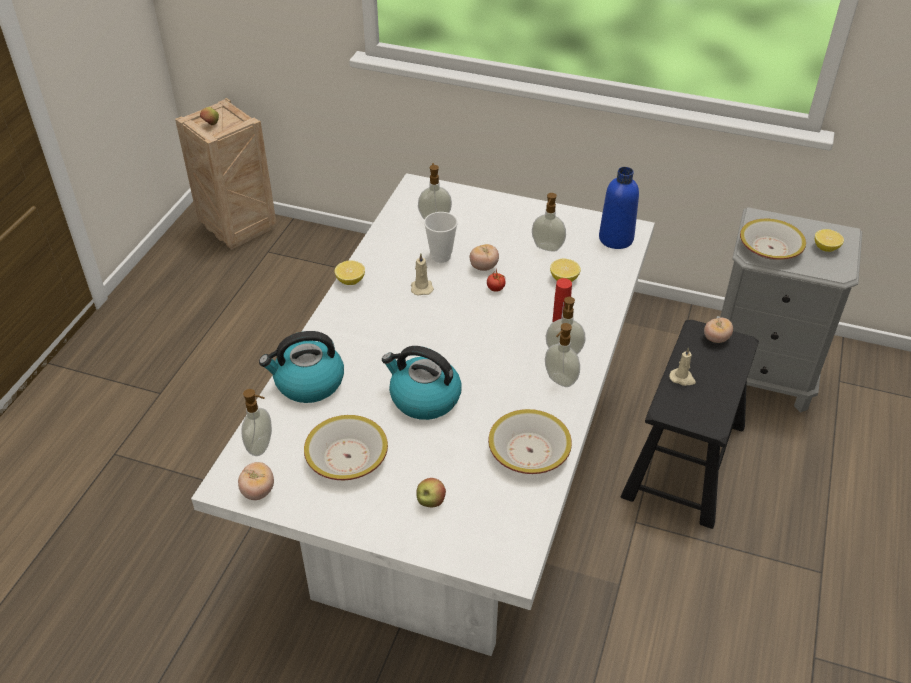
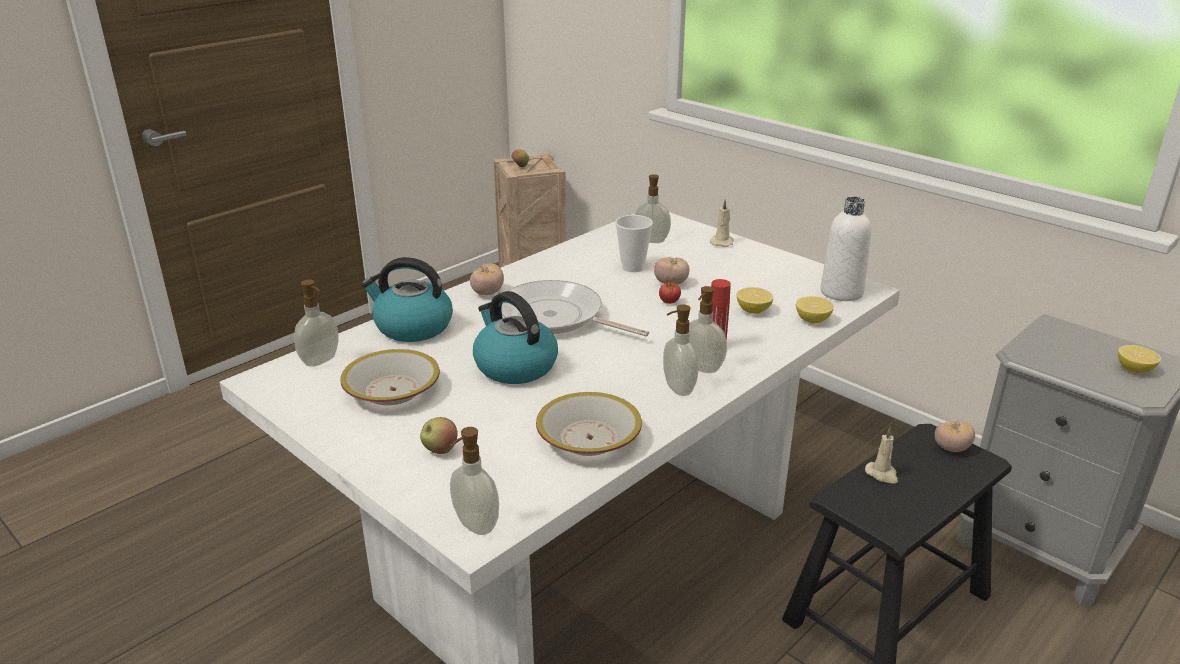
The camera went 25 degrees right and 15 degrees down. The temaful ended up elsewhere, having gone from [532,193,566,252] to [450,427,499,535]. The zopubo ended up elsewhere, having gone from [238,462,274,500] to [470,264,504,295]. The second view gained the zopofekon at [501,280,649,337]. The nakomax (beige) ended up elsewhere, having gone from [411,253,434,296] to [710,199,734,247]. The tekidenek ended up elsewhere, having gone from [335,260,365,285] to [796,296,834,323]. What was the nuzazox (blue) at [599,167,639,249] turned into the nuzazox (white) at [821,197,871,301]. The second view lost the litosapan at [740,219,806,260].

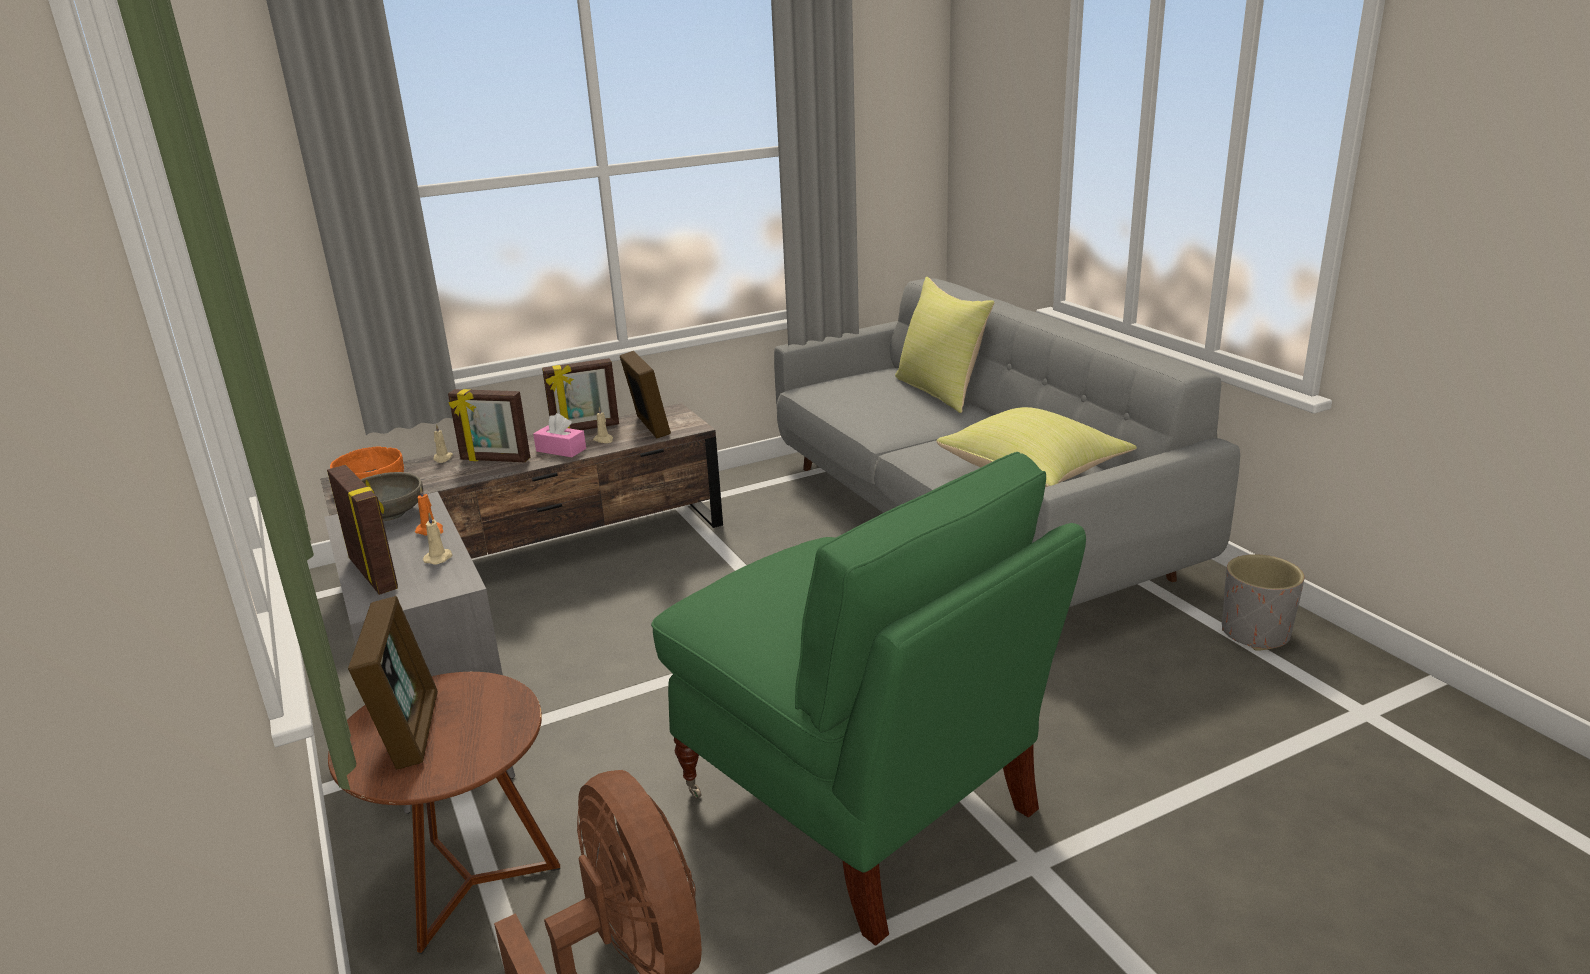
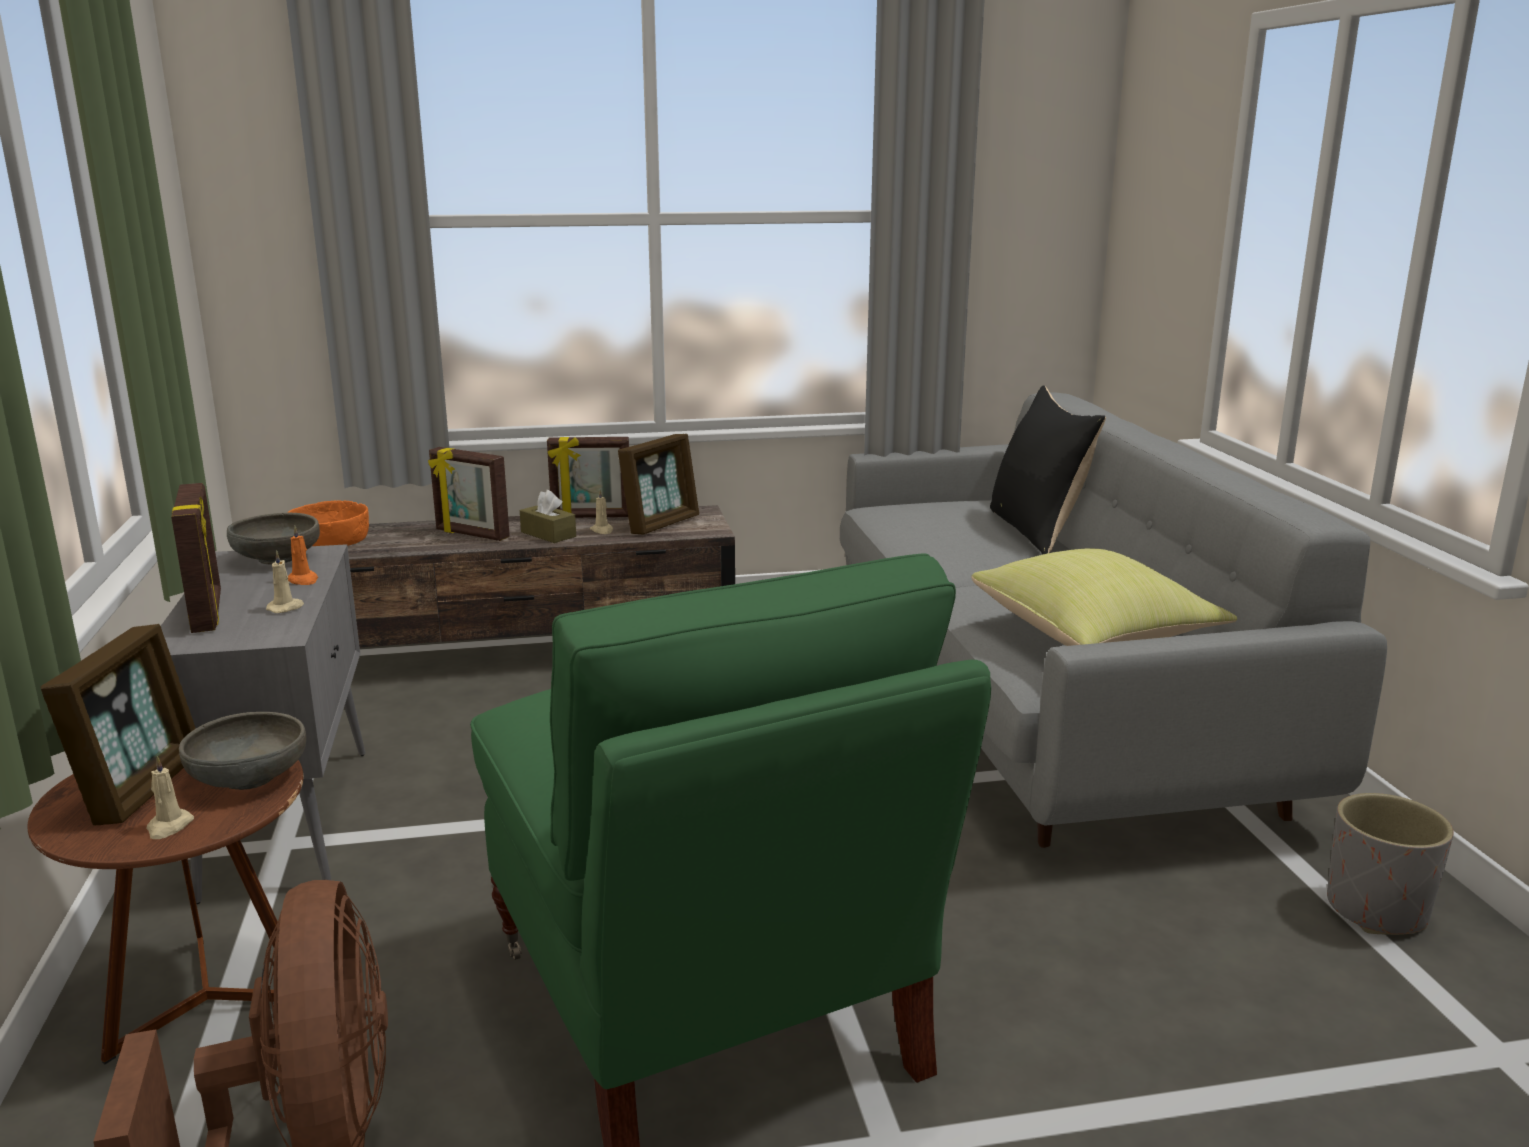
The camera went 15 degrees right and 5 degrees down. The nakomax (beige) ended up elsewhere, having gone from [433,424,453,463] to [147,756,194,839]. The second view gained the litosapan (grey) at [179,712,306,790]. What was the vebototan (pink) at [533,413,586,457] turned into the vebototan (brown) at [520,490,576,543]. The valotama at [620,351,671,438] ended up facing another way, 45 degrees clockwise from before. What was the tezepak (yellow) at [895,277,995,413] turned into the tezepak (black) at [990,386,1106,554].

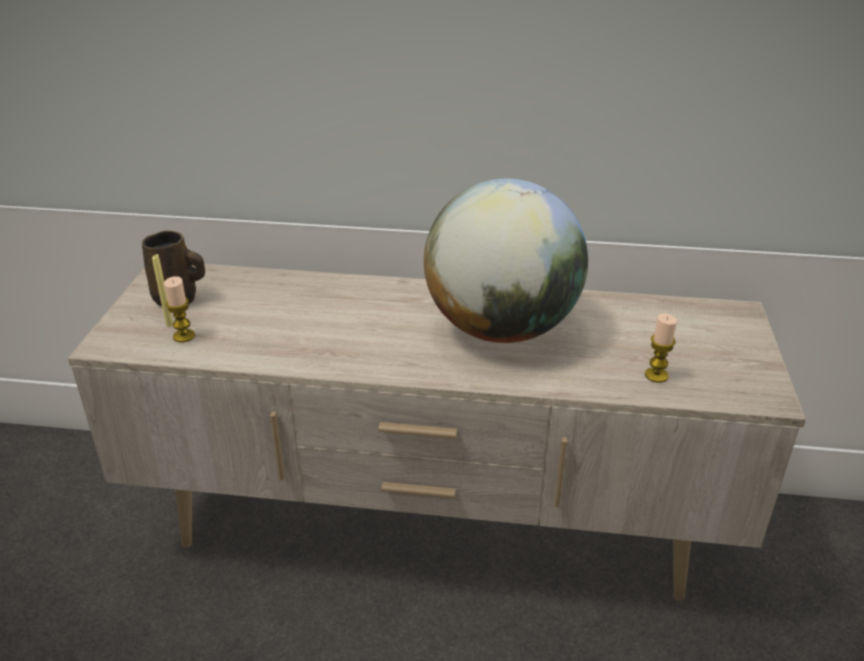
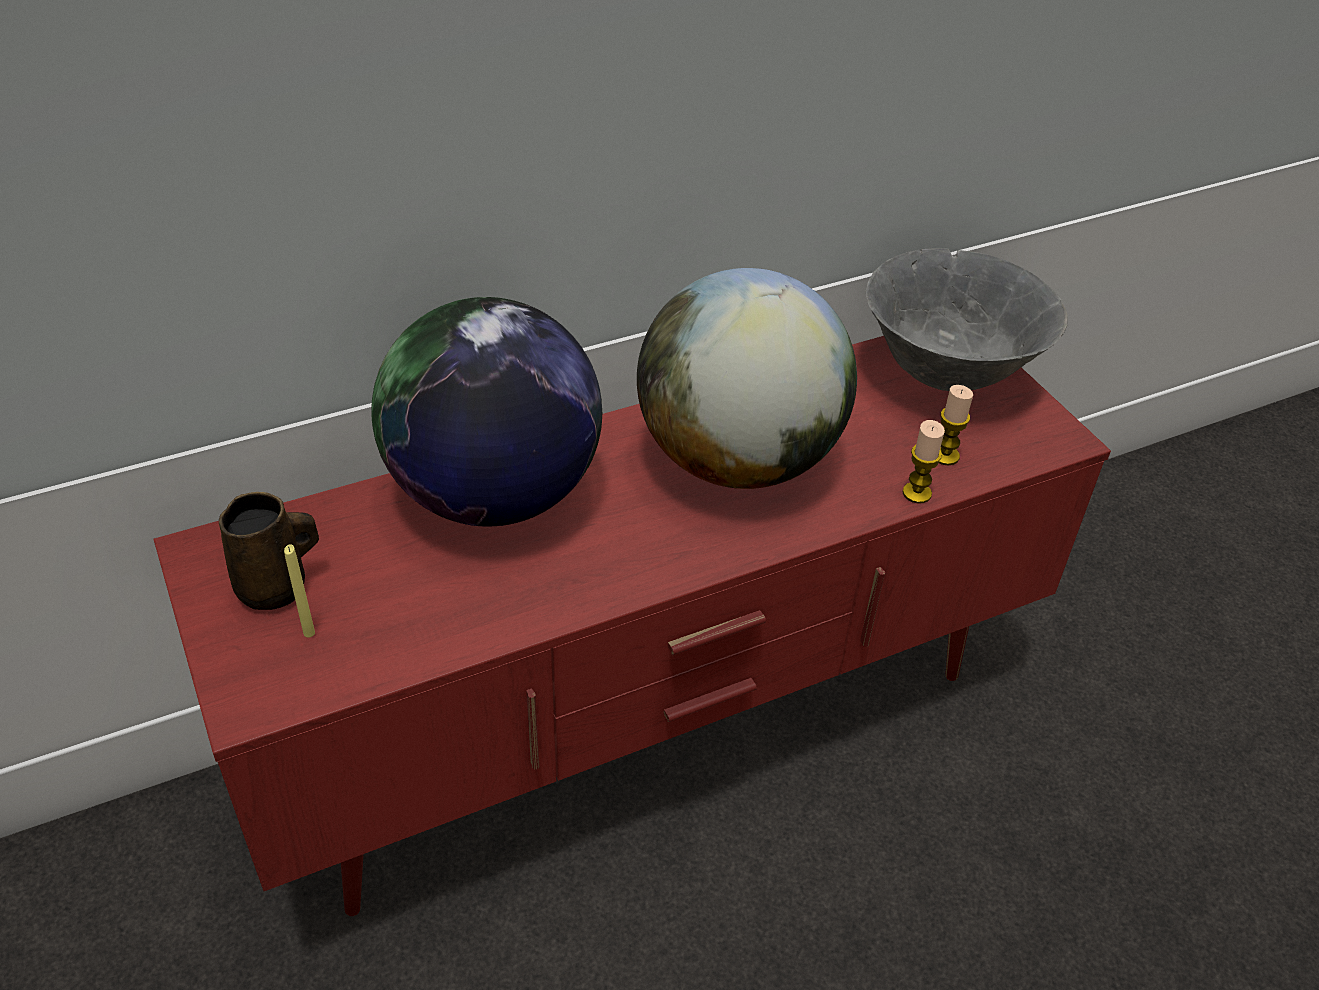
The camera went 35 degrees left and 10 degrees up. What was the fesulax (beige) at [68,264,806,601] turned into the fesulax (red) at [154,336,1111,916]. The second view gained the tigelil at [371,297,602,527]. The second view gained the litosapan (grey) at [866,248,1068,391]. The nakomax ended up elsewhere, having gone from [164,276,195,342] to [903,420,945,503].

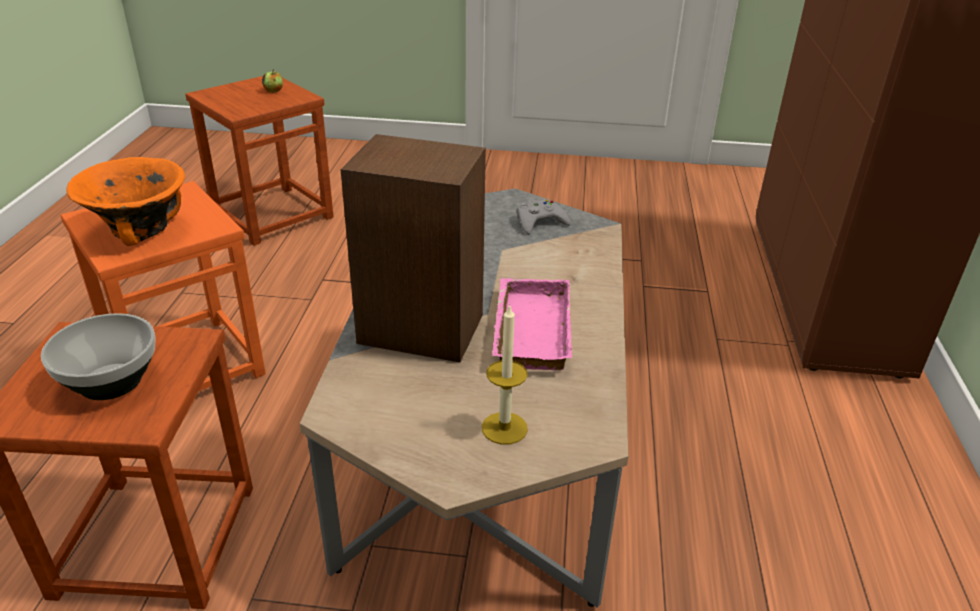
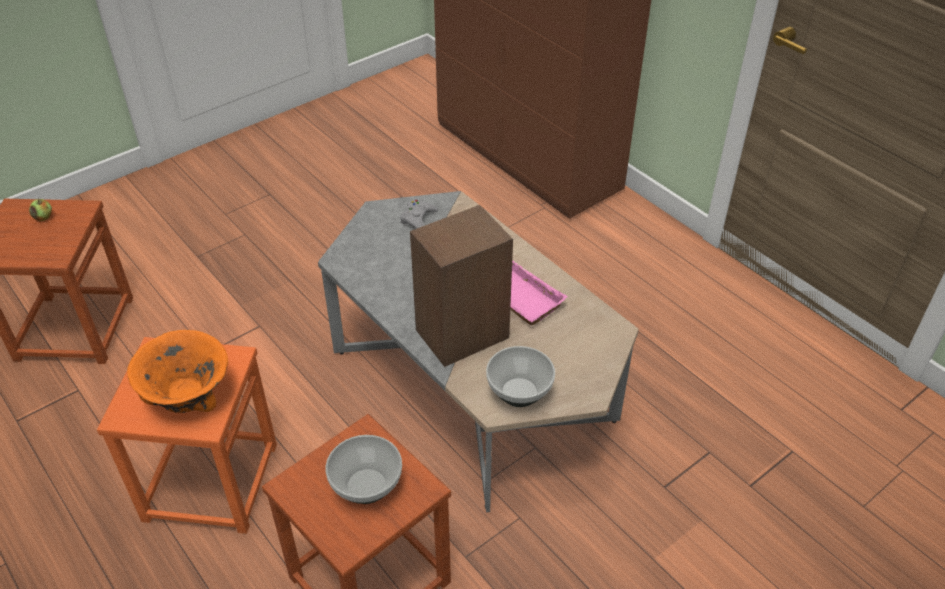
The camera went 45 degrees left and 10 degrees up. The second view gained the litosapan at [486,346,555,407]. The second view lost the nakomax at [482,304,528,445].

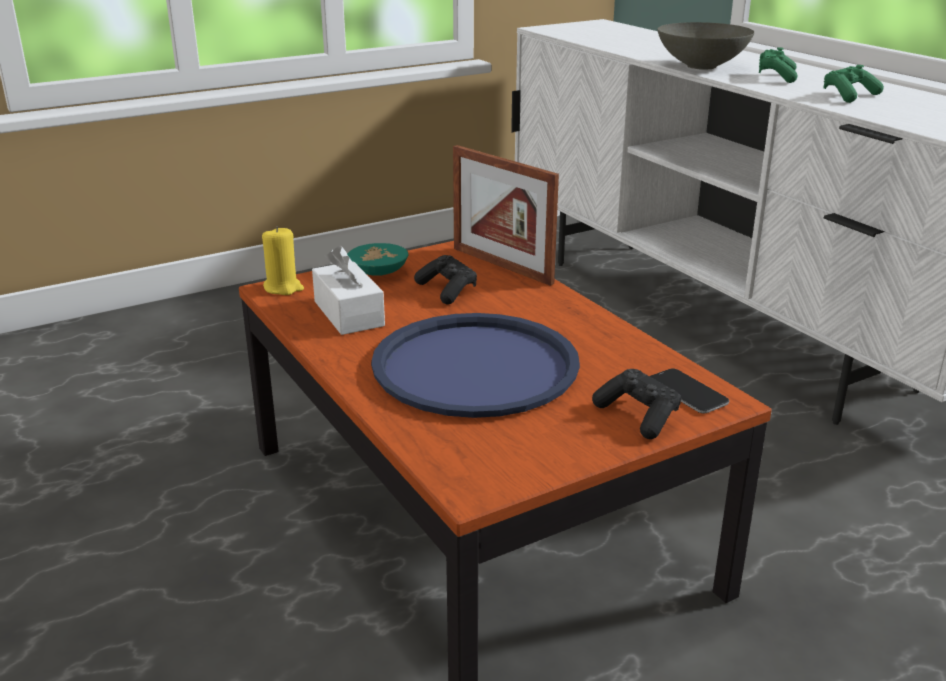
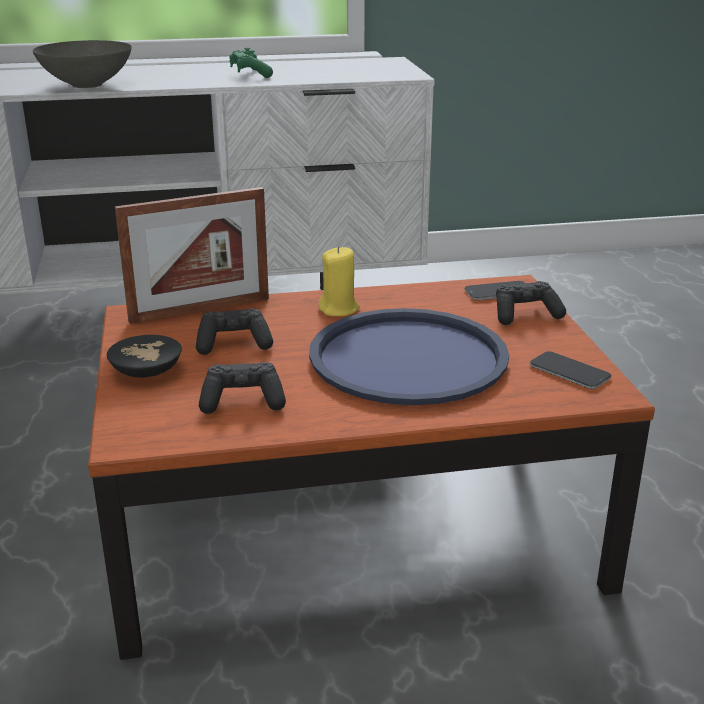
The camera went 70 degrees left and 0 degrees up. What was the litosapan (turquoise) at [347,243,409,276] turned into the litosapan (black) at [107,335,182,378]. Where the vebototan (white) stood at [312,246,385,335], the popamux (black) came to stand at [199,362,286,414]. The nakomax (yellow) ended up elsewhere, having gone from [262,226,304,295] to [318,247,360,316]. The second view gained the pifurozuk at [530,351,611,389]. The second view lost the popamux (green) at [759,47,797,83].

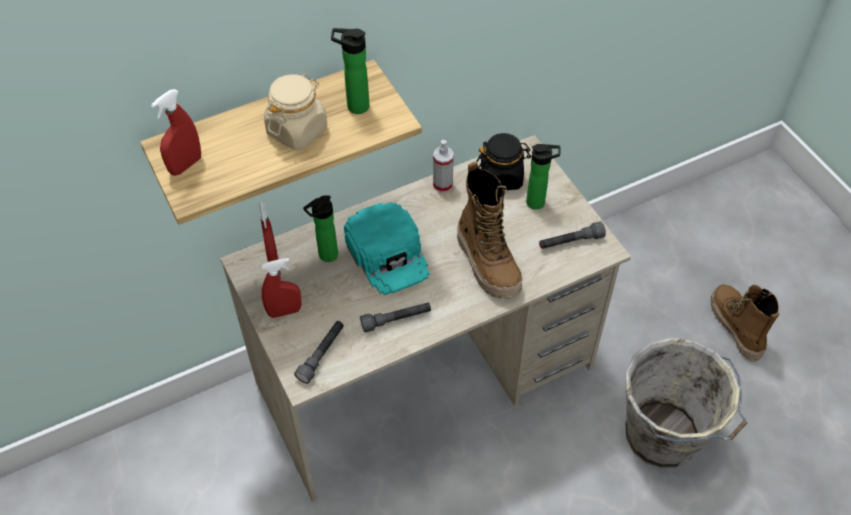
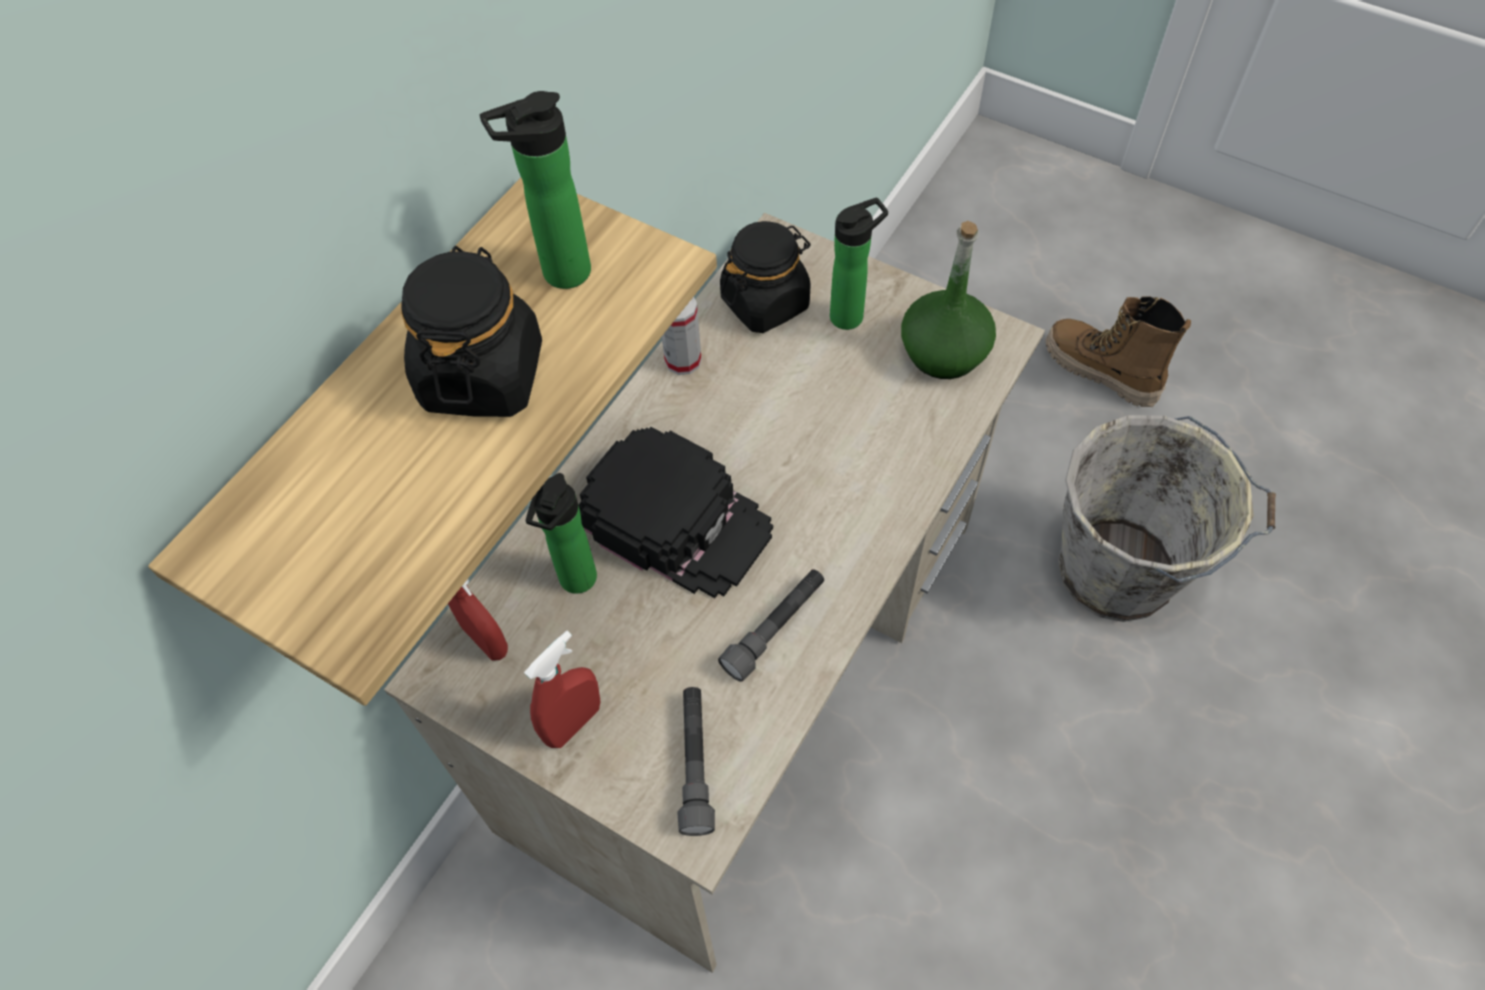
The camera went 30 degrees left and 5 degrees up. What was the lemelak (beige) at [264,74,327,150] turned into the lemelak (black) at [401,246,542,417]. What was the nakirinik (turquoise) at [344,202,430,295] turned into the nakirinik (black) at [579,427,773,598]. Where the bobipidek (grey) stood at [539,222,606,249], the nuzazox (green) came to stand at [901,221,996,379]. The second view lost the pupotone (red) at [151,89,201,176]. The second view lost the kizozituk at [457,161,522,299].

